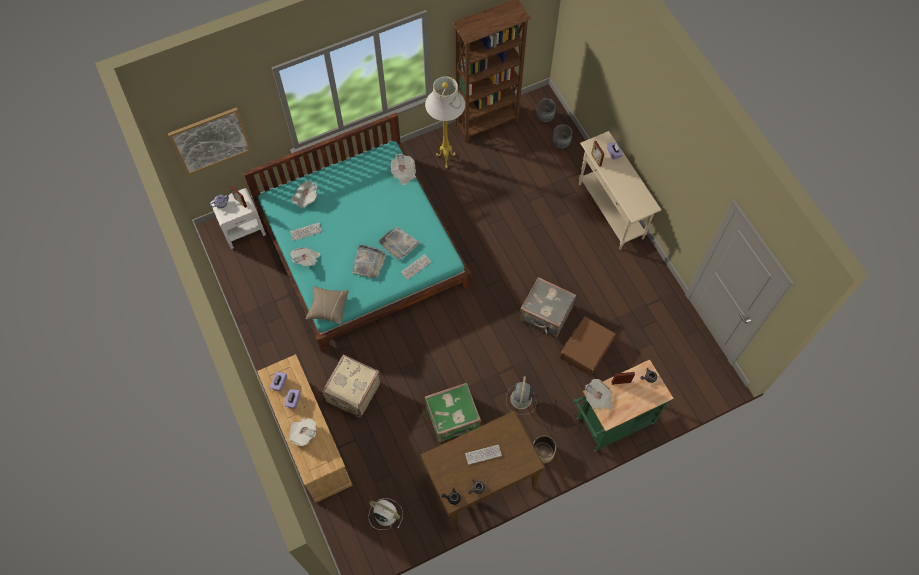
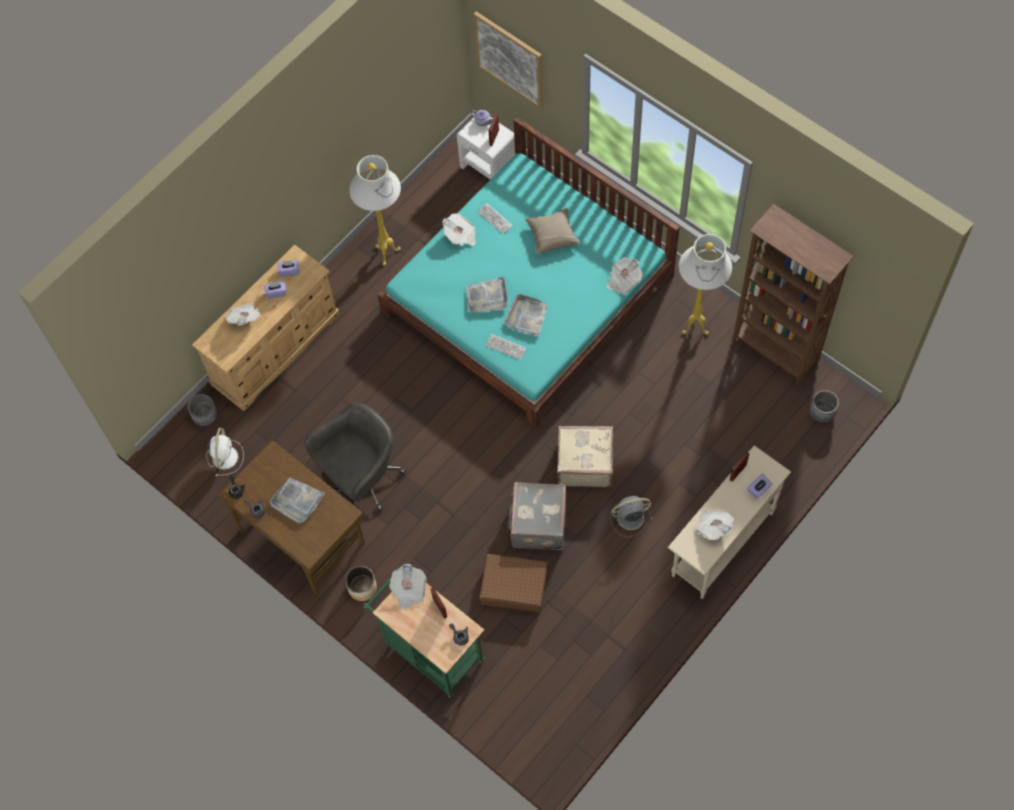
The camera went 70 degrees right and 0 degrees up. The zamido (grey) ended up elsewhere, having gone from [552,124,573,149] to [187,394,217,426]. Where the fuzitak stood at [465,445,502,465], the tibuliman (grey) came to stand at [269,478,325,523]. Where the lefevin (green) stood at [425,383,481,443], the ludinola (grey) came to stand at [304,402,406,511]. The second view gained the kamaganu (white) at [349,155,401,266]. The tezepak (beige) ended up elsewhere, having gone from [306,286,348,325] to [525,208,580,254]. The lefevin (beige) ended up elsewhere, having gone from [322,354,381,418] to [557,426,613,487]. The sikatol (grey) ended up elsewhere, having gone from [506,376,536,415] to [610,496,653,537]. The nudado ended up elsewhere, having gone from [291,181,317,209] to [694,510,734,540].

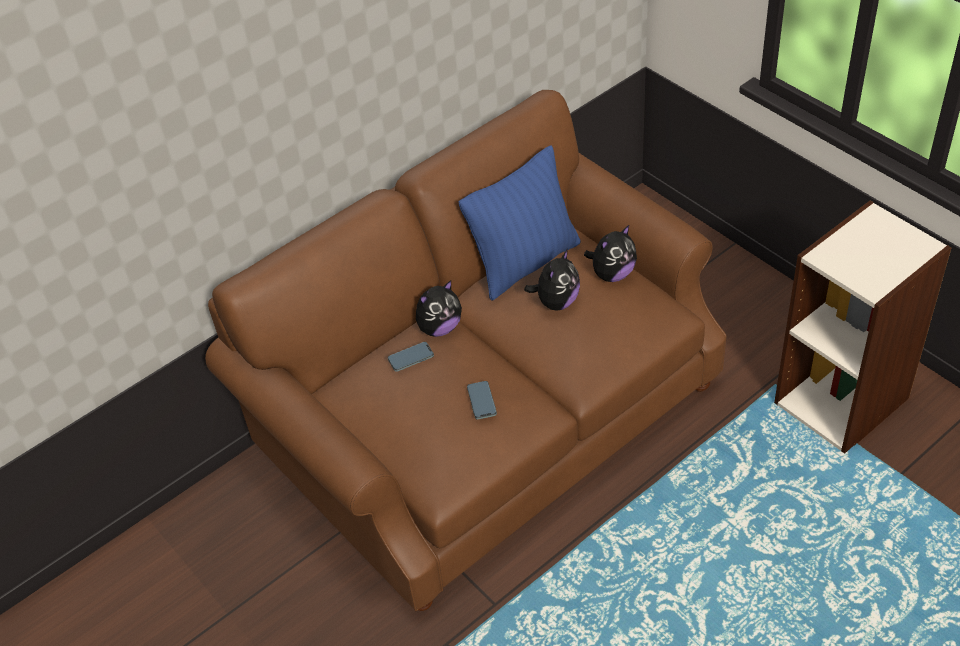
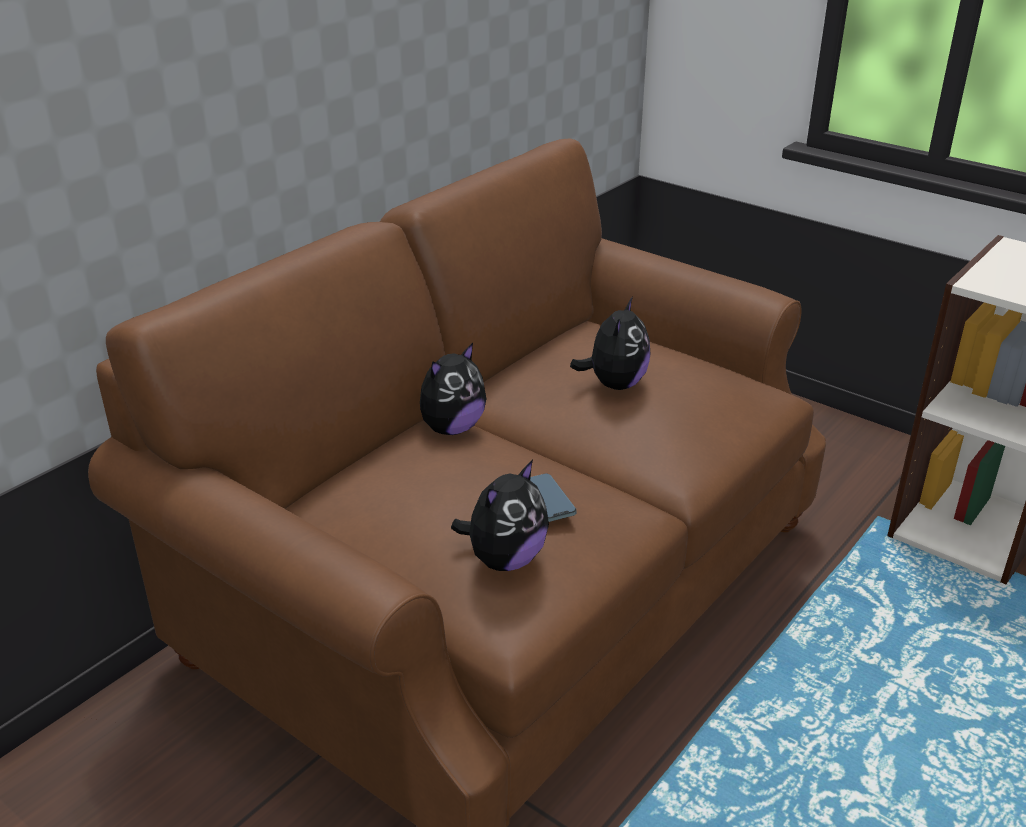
The camera went 15 degrees left and 15 degrees down. The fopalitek ended up elsewhere, having gone from [584,225,637,282] to [451,459,549,571]. The second view lost the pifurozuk at [388,342,434,372]. The second view lost the tezepak (blue) at [459,145,581,300].

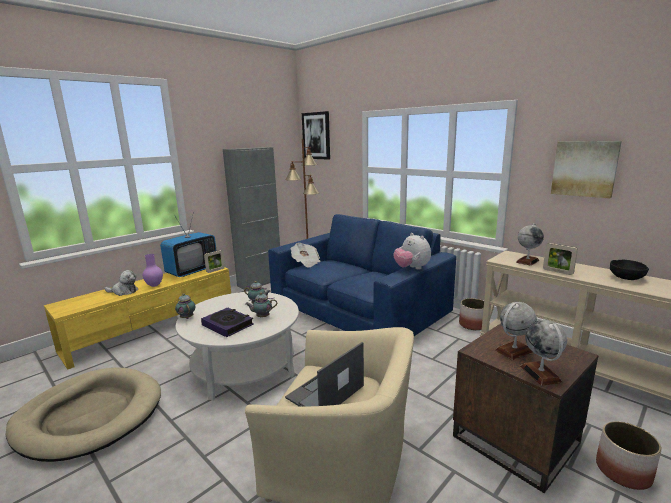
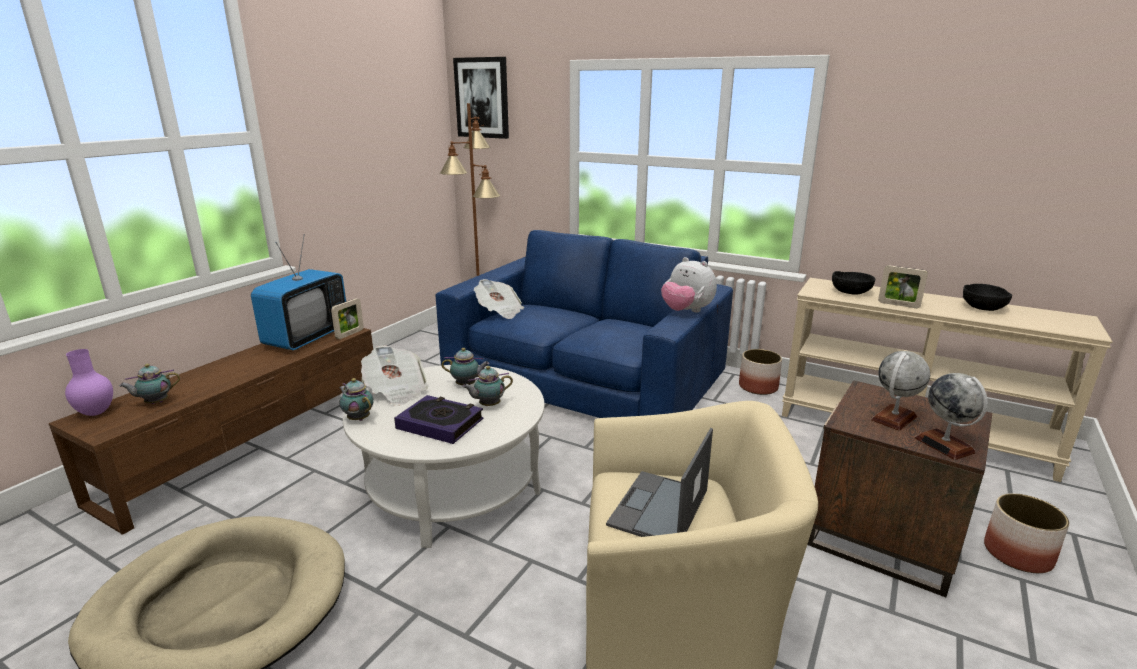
The camera went 15 degrees left and 5 degrees up. What was the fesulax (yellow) at [44,268,231,370] turned into the fesulax (brown) at [49,328,373,535]. The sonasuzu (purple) ended up elsewhere, having gone from [143,254,163,287] to [65,349,113,416]. The second view gained the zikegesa at [119,364,180,404]. The second view gained the nudado at [361,345,428,406]. Where the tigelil stood at [516,223,544,266], the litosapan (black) came to stand at [832,271,875,295]. The second view lost the fopalitek at [104,270,138,296]. The second view lost the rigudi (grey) at [223,147,280,291]. The second view lost the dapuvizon at [551,141,622,199].

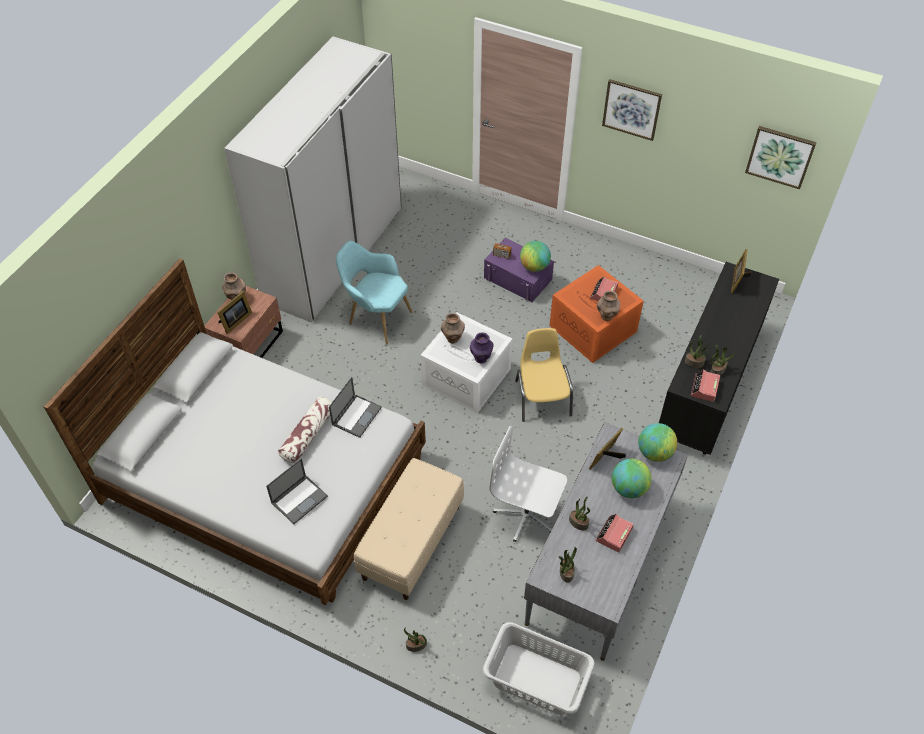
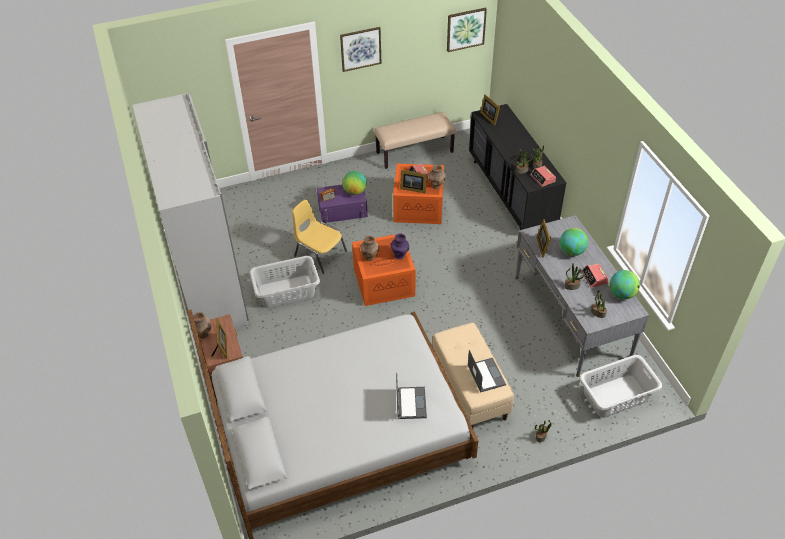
The camera went 45 degrees left and 5 degrees down. Where the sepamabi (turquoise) stood at [336,241,412,345], the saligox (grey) came to stand at [250,256,320,308]. The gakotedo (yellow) ended up elsewhere, having gone from [515,328,573,422] to [292,200,347,274]. What was the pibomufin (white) at [421,312,512,413] turned into the pibomufin (orange) at [352,233,416,306]. The second view gained the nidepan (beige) at [374,112,456,169]. The second view gained the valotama at [400,170,427,193]. The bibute ended up elsewhere, having gone from [329,377,382,438] to [468,350,506,392]. The tigelil ended up elsewhere, having gone from [638,423,677,462] to [610,270,640,299]. The second view lost the tezepak at [278,397,332,463]. The second view lost the ludinola (white) at [490,426,567,542].

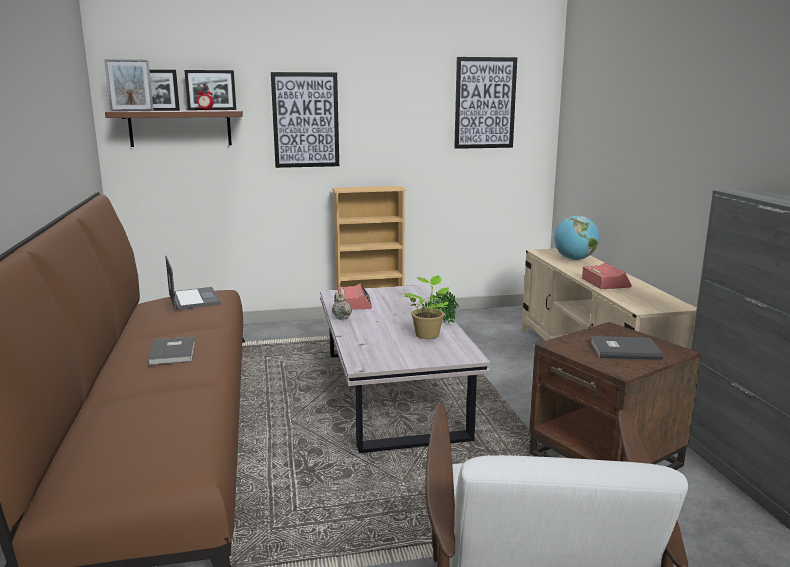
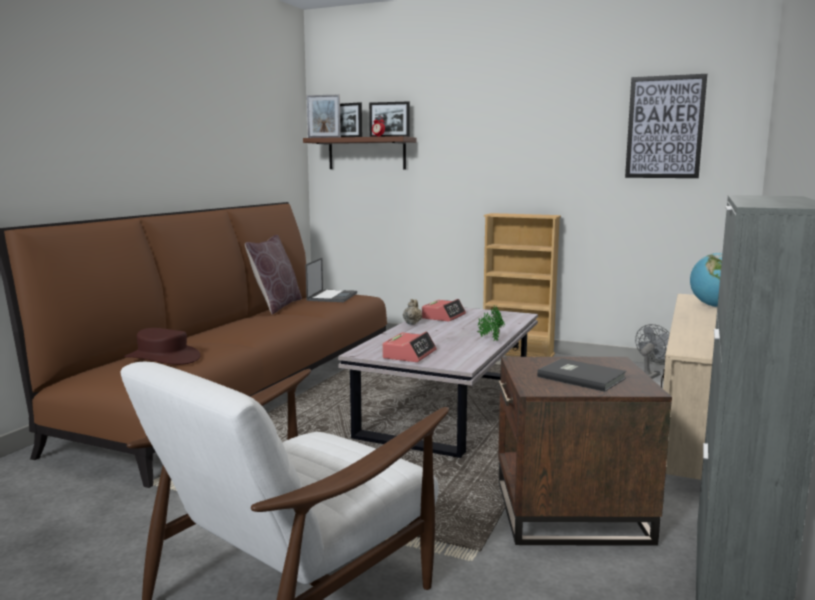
The camera went 35 degrees right and 5 degrees down. The second view gained the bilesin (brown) at [124,328,201,365]. The second view gained the tezepak (brown) at [245,235,302,315]. The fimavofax ended up elsewhere, having gone from [582,263,632,289] to [382,331,436,362]. The second view gained the sikatol (grey) at [635,324,670,379]. The second view lost the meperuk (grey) at [148,337,195,365]. The second view lost the dapuvizon at [271,72,339,168]. The second view lost the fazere at [404,275,449,339].

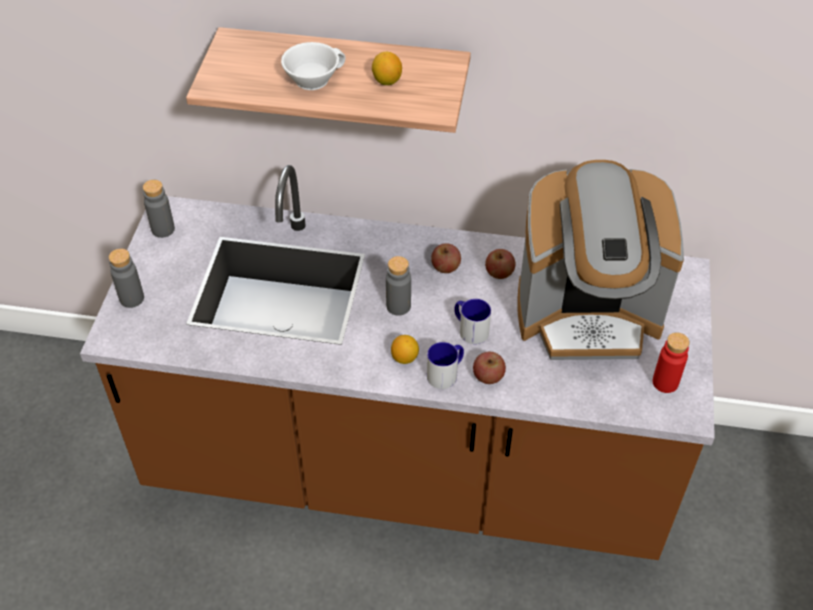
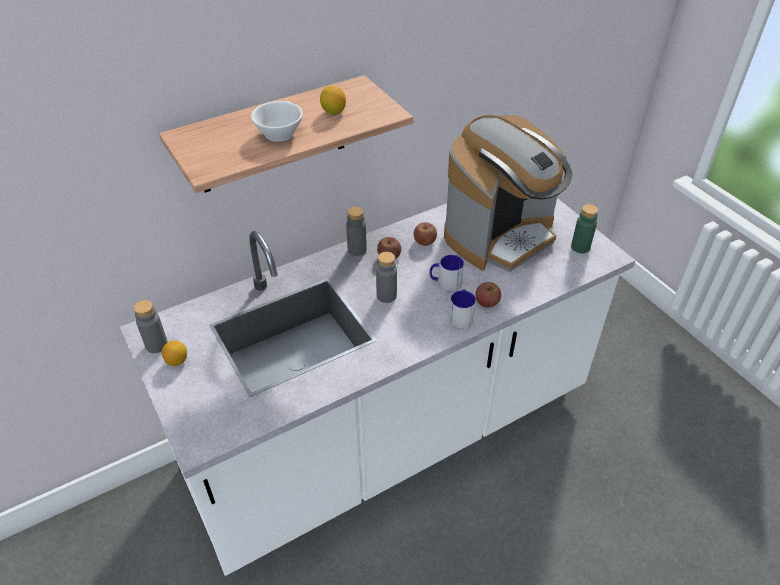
The camera went 40 degrees left and 5 degrees down. What was the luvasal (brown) at [80,165,715,560] turned into the luvasal (white) at [120,198,636,576]. The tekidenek ended up elsewhere, having gone from [391,335,419,364] to [162,340,187,366]. The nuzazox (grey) ended up elsewhere, having gone from [109,248,144,308] to [346,207,367,256]. What was the nuzazox (red) at [652,333,690,393] turned into the nuzazox (green) at [571,204,598,253].

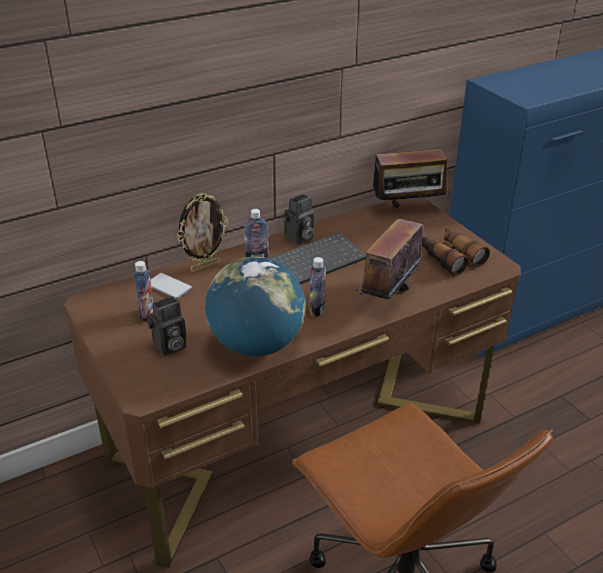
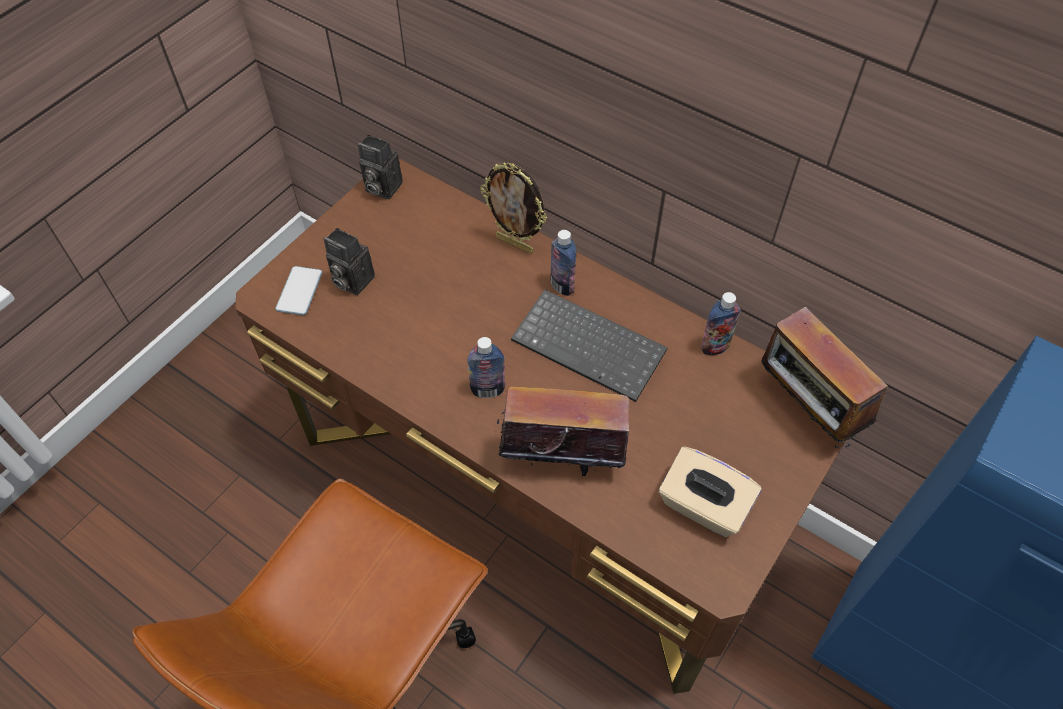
The camera went 65 degrees right and 20 degrees up. The pifurozuk ended up elsewhere, having gone from [150,273,192,299] to [275,266,323,315]. The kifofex ended up elsewhere, having gone from [282,194,314,245] to [358,135,403,200]. Where the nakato stood at [422,228,490,276], the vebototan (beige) came to stand at [659,446,761,537]. The nuzazox ended up elsewhere, having gone from [134,261,154,321] to [701,292,741,355]. The second view lost the tigelil at [205,256,305,356].

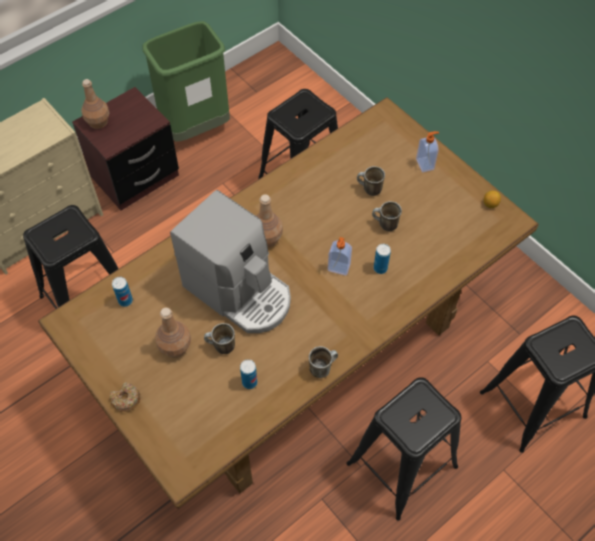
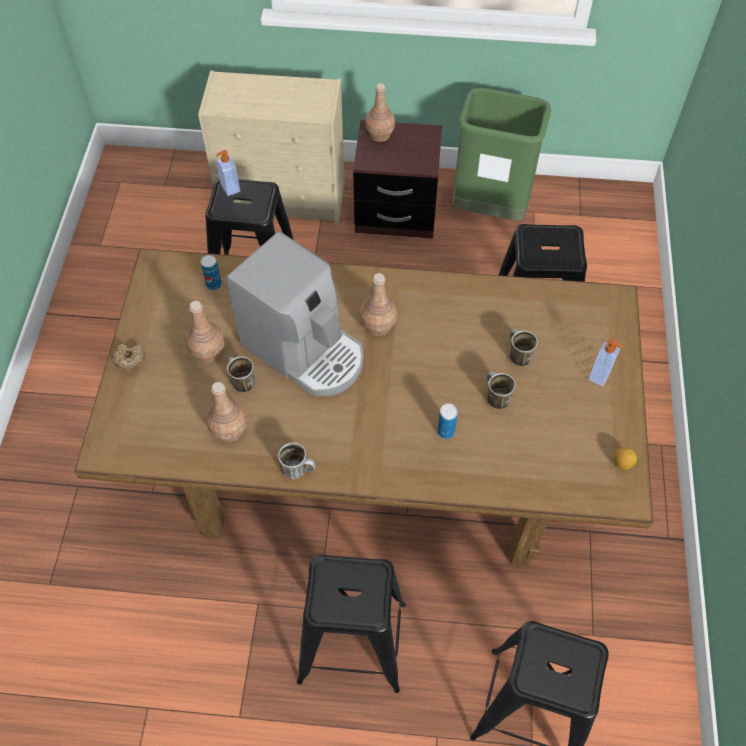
The camera went 45 degrees right and 0 degrees up. Where the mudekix stood at [240,359,257,389], the nuzazox (brown) came to stand at [206,382,248,442]. The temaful ended up elsewhere, having gone from [328,237,352,276] to [216,150,240,196]. The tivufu at [170,190,291,333] ended up facing another way, 45 degrees counterclockwise from before.

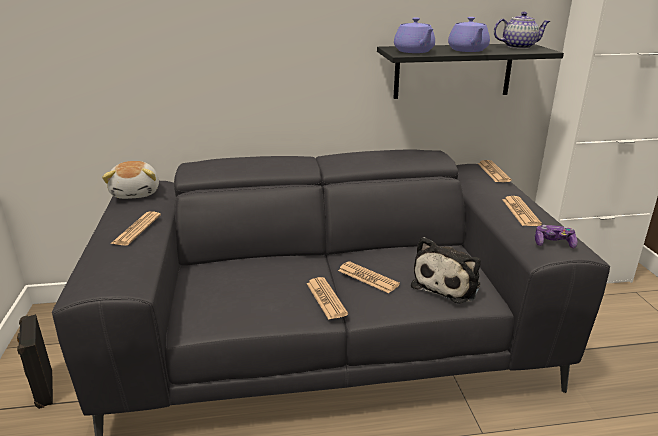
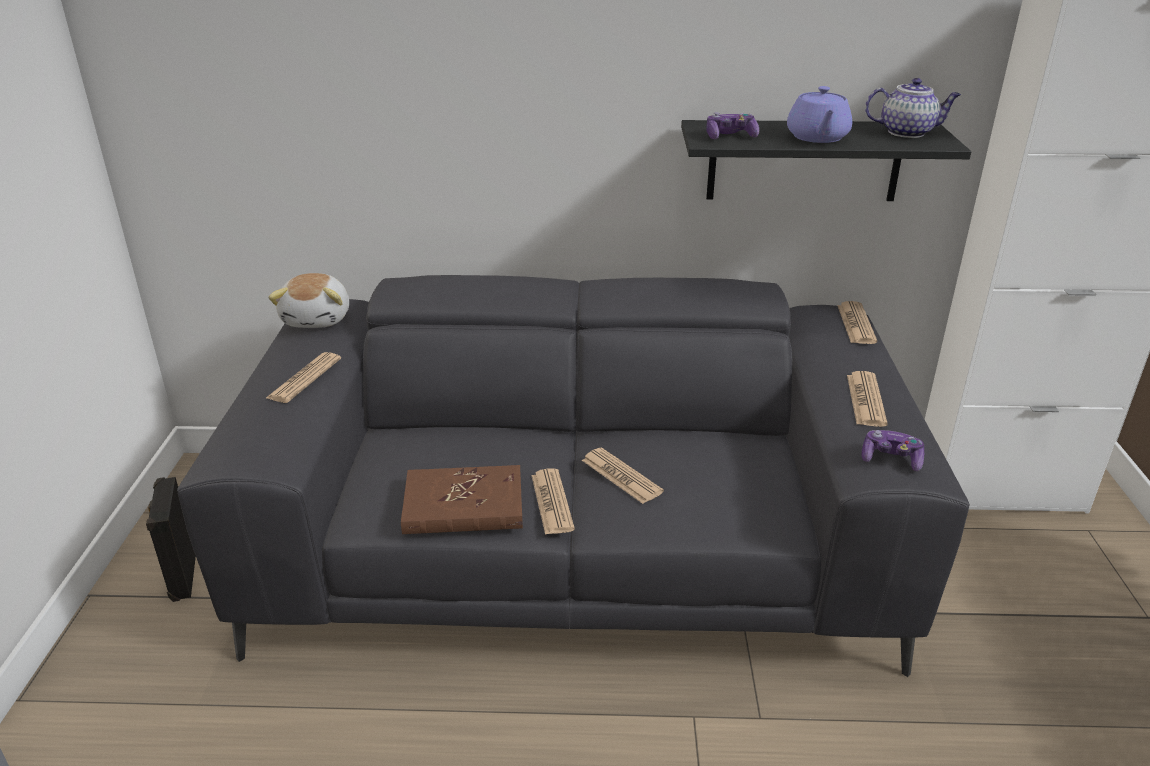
The camera went 10 degrees right and 5 degrees up. The second view gained the meperuk (brown) at [401,465,523,534]. Where the zikegesa (purple) stood at [394,17,435,53], the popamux came to stand at [706,112,759,139]. The second view lost the fopalitek at [411,237,481,303].

